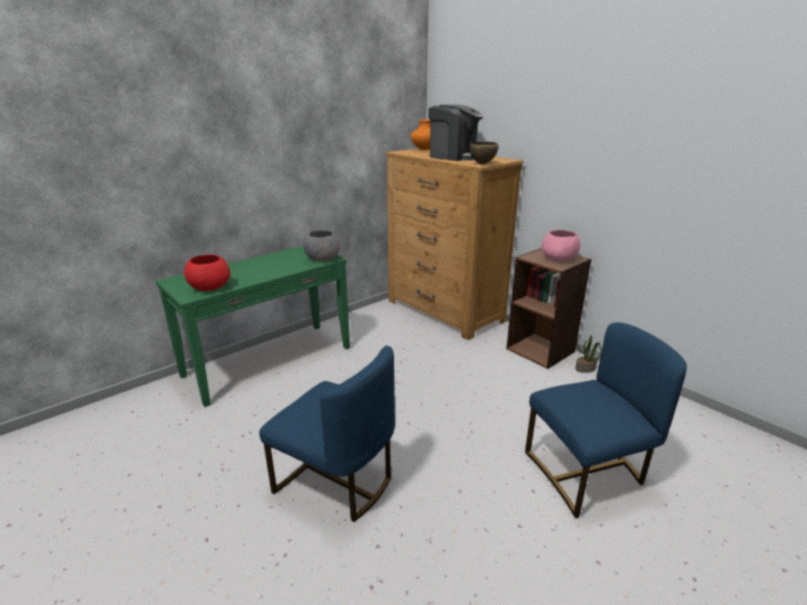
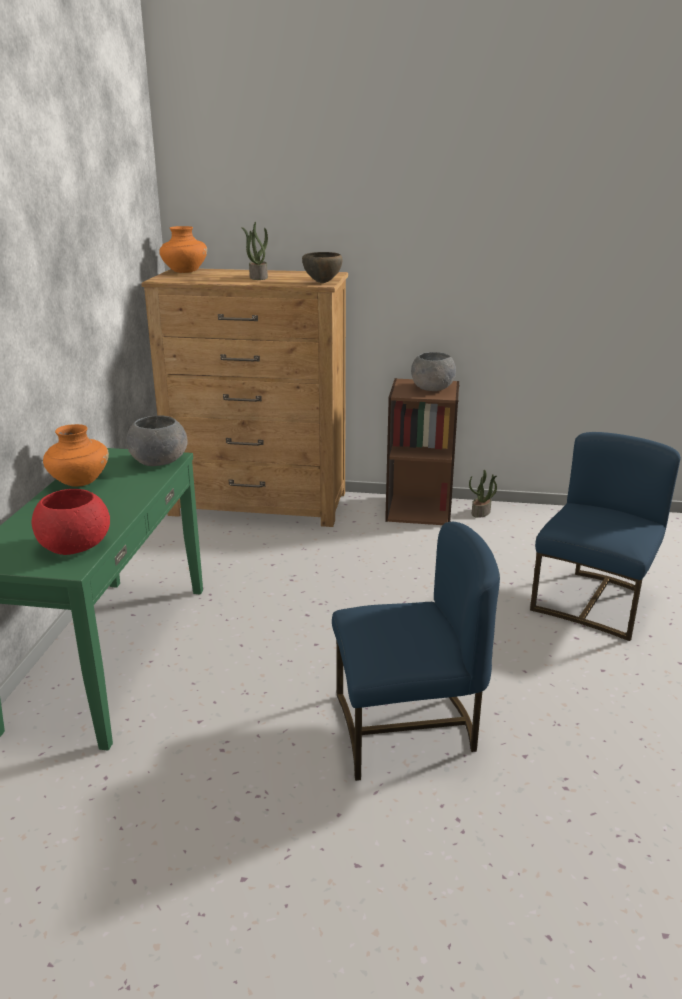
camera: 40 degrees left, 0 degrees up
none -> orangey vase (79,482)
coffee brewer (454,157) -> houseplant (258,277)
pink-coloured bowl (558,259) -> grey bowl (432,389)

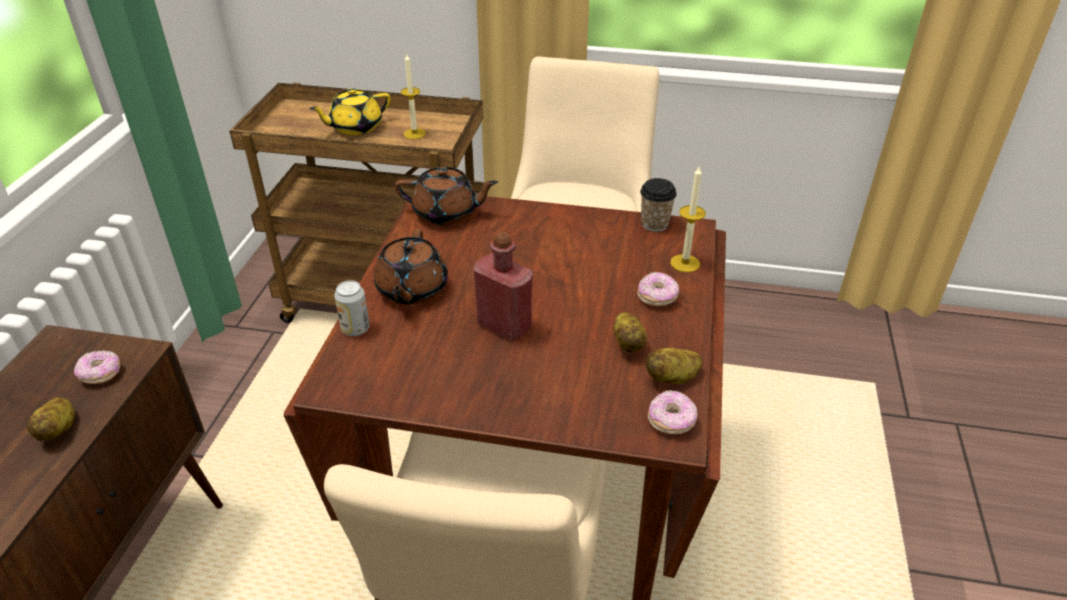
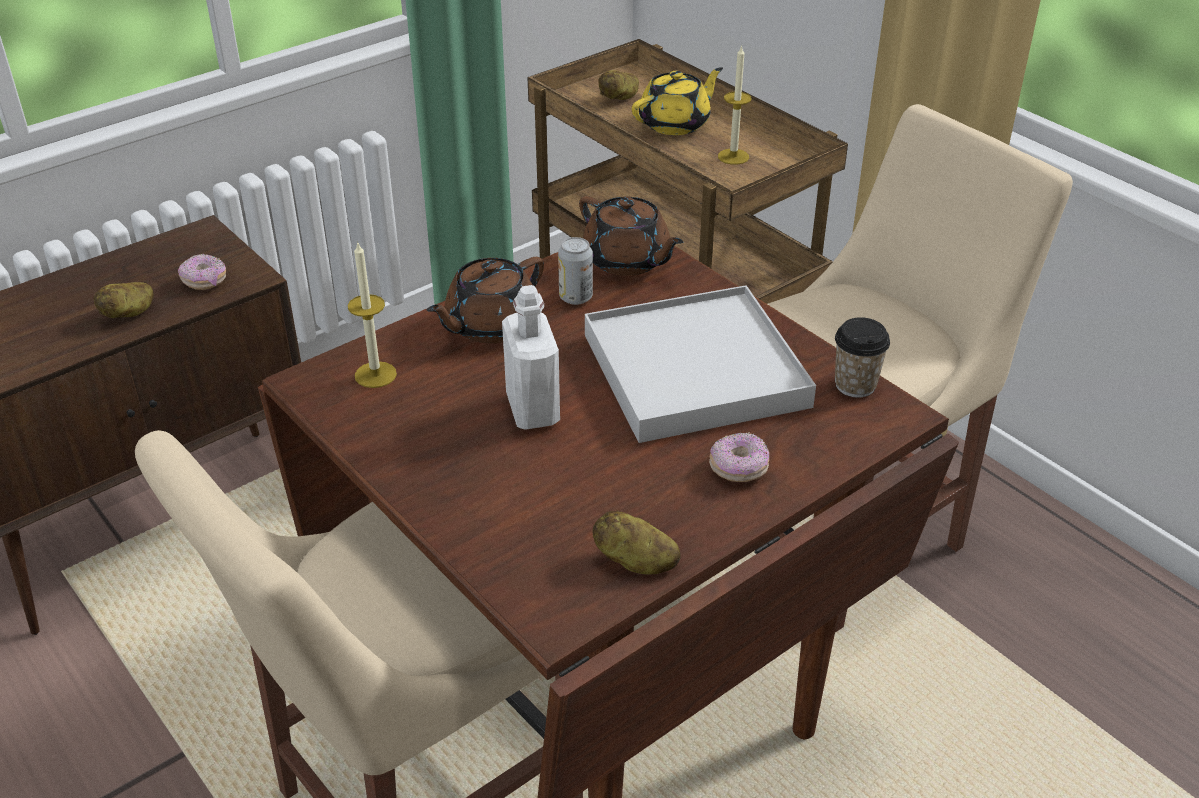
camera: 40 degrees right, 0 degrees up
wax candle (685,263) -> wax candle (375,375), moved
reddish bottle (504,326) -> whitish bottle (532,409)
sealed can (355,329) -> sealed can (576,297), moved
none -> whitish carrying tray (695,370)
spud (629,343) -> spud (620,98), moved
yellow tea pot (355,127) -> yellow tea pot (676,124), 135 degrees clockwise
ring doughnut (671,421) -> none

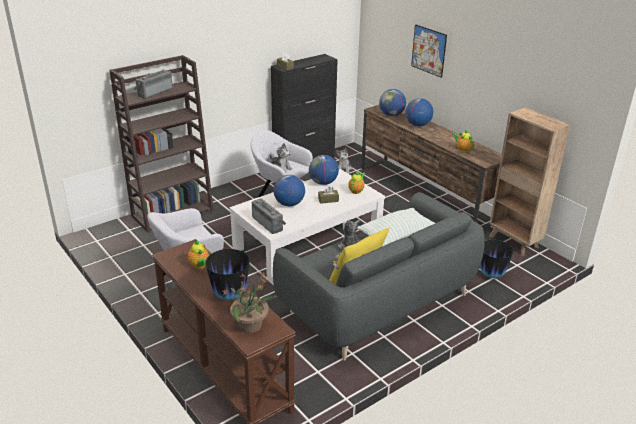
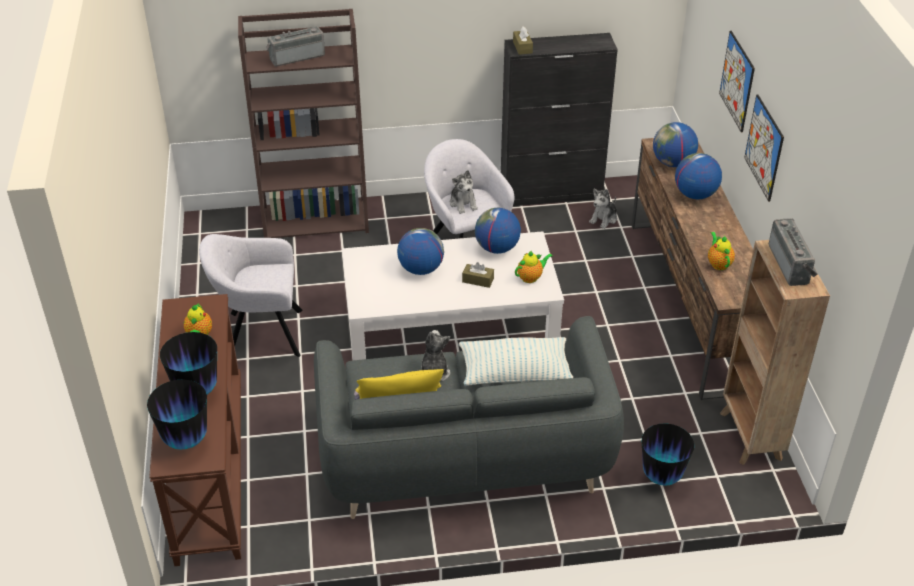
camera: 30 degrees right, 10 degrees up
houseplant (251,325) -> vase (185,440)
none -> picture (764,147)
radio (269,223) -> radio (791,264), moved

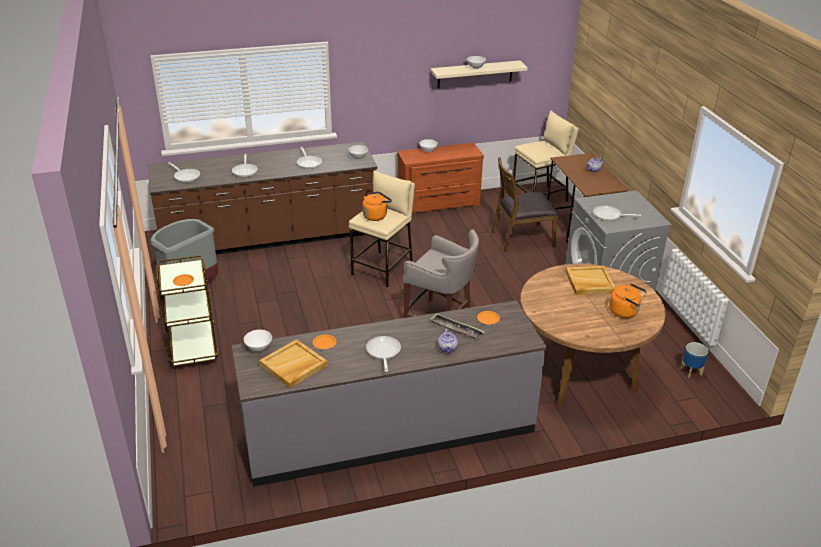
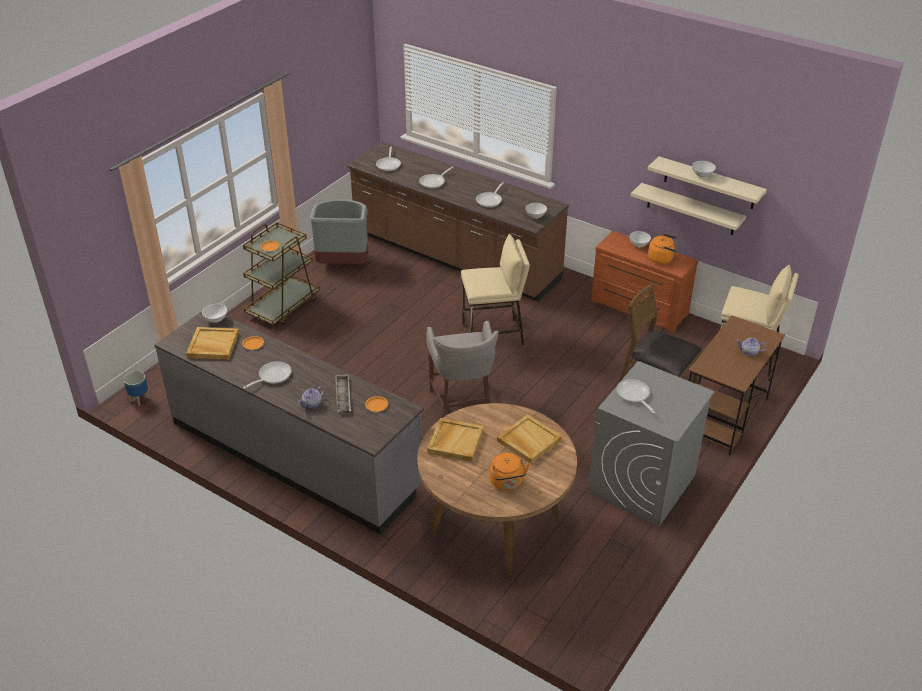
camera: 50 degrees right, 5 degrees up
flower pot (691,371) -> flower pot (140,399), moved
none -> beige carrying tray (455,441)
none -> beige wall shelf (691,209)
orangey water kettle (376,215) -> orangey water kettle (662,259), moved

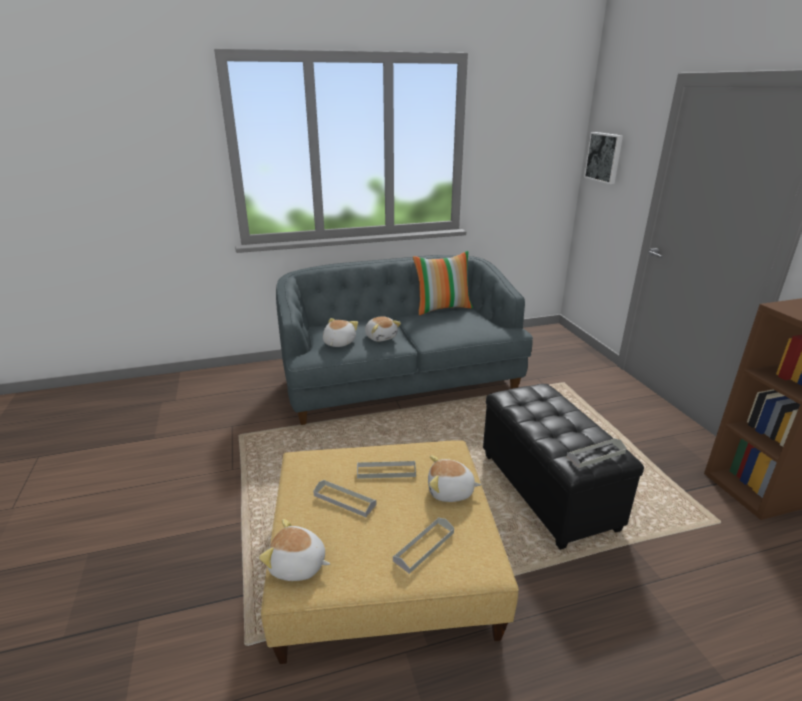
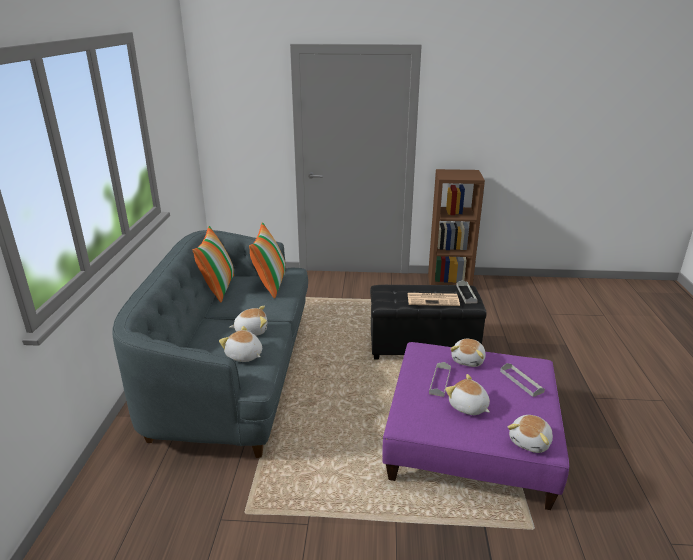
camera: 70 degrees left, 0 degrees up
none -> cushion (270,284)
beige pouffe (384,564) -> purplish pouffe (470,439)
none -> printed paper (433,299)
grey carrying tray (344,500) -> soft toy (468,407)
picture (604,157) -> none

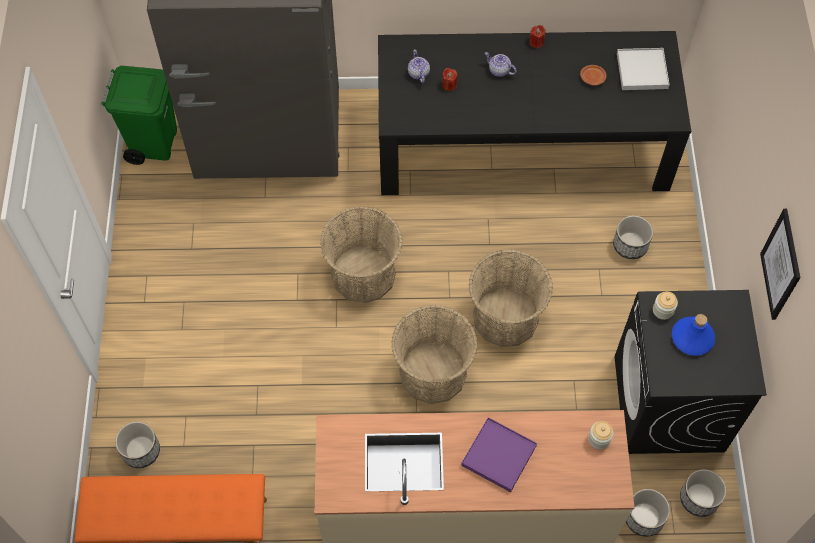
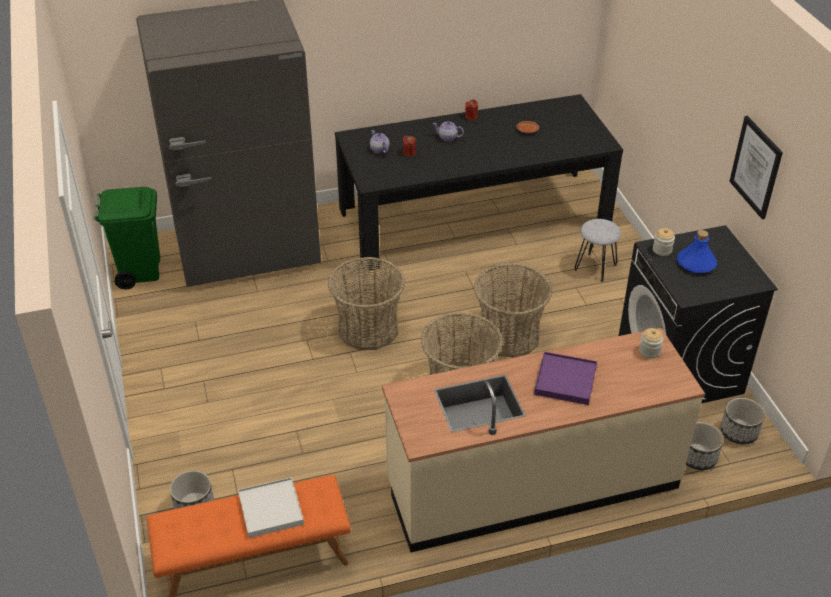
camera: 15 degrees left, 20 degrees down
whitish carrying tray (642,71) -> whitish carrying tray (271,509), moved
flower pot (630,245) -> grey stool seat (595,267)

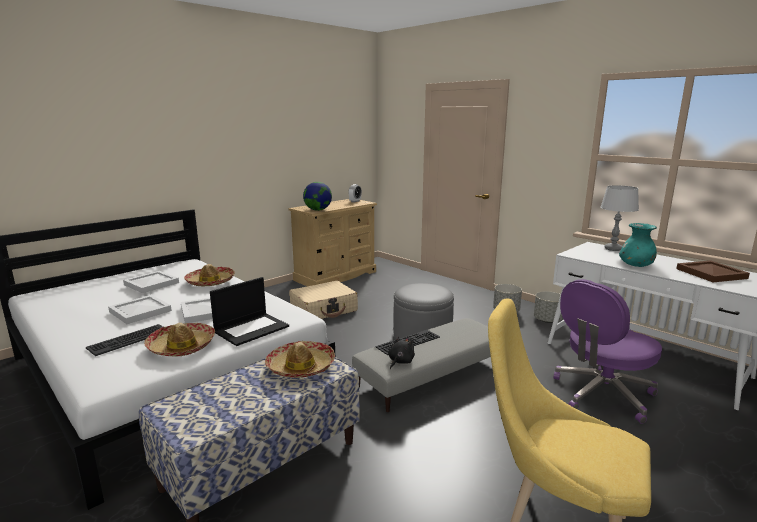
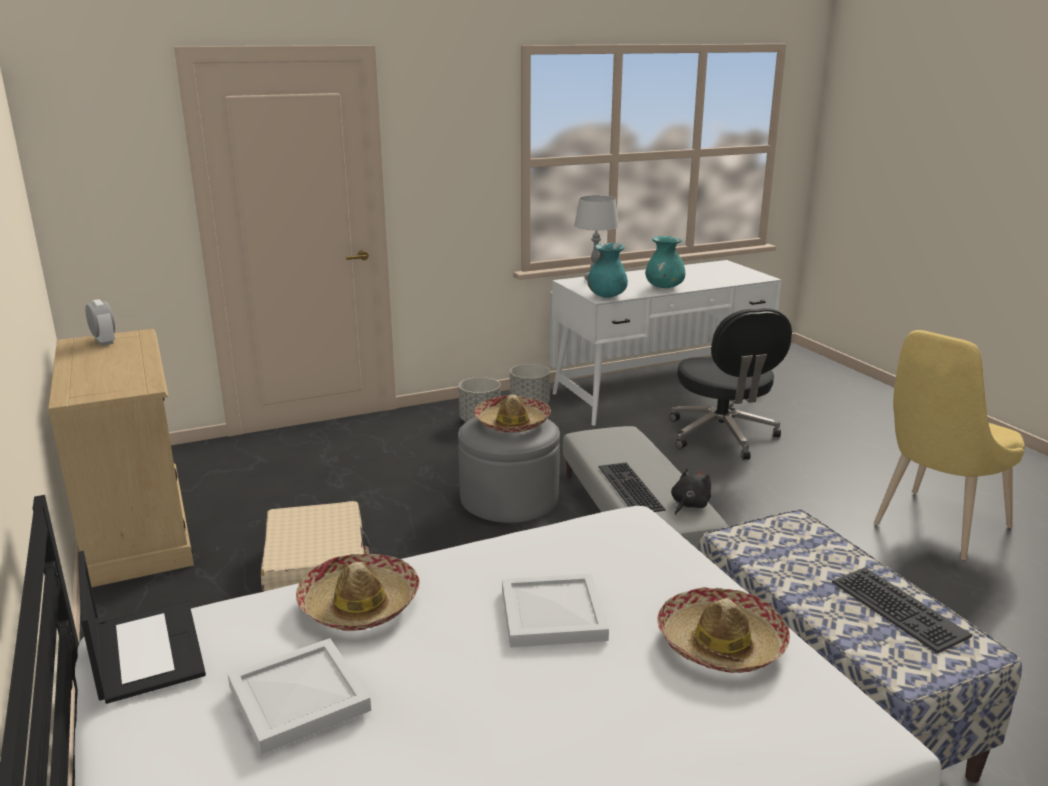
camera: 70 degrees left, 5 degrees up
laptop (252,329) -> laptop (146,650), moved
wearable hat (301,367) -> wearable hat (512,423), moved
none -> turquoise-coloured vase (607,296)
purplish desk chair (602,394) -> black-coloured desk chair (722,436)
black-coloured soft toy (400,362) -> black-coloured soft toy (689,505), 75 degrees clockwise
PC keyboard (129,340) -> PC keyboard (897,609), moved
whitish carrying tray (139,311) -> none
globe (318,210) -> none
brown carrying tray (711,273) -> none

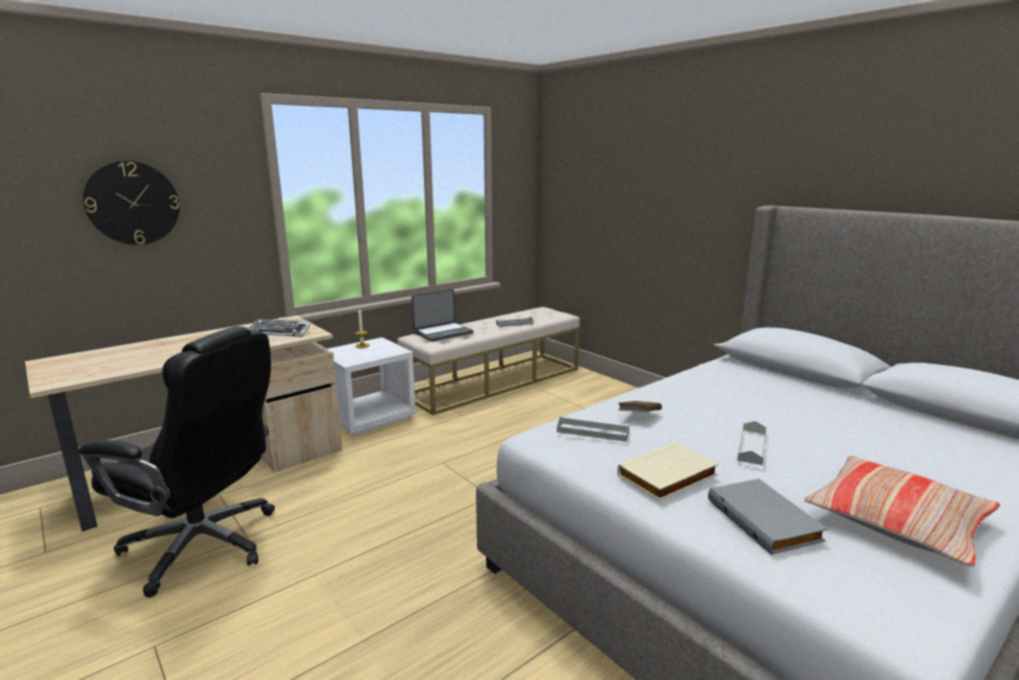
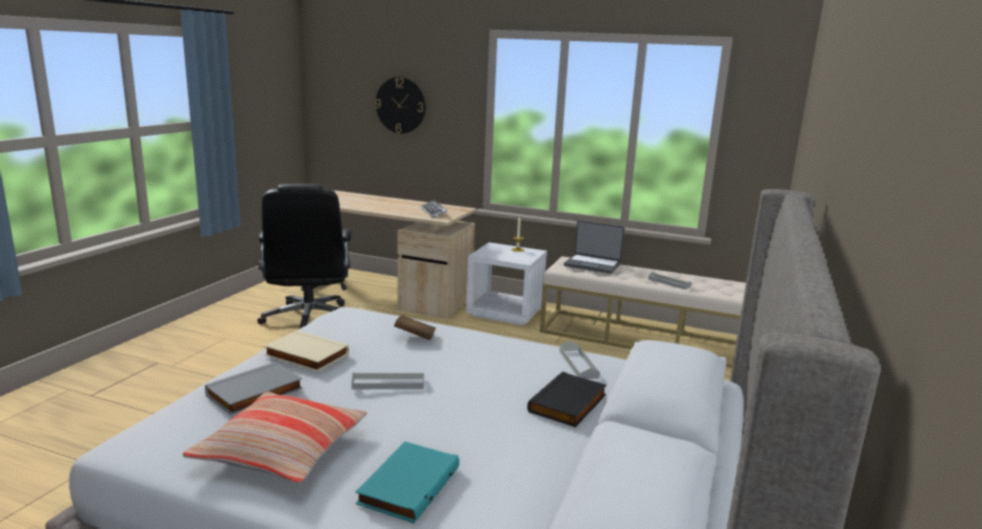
camera: 60 degrees right, 0 degrees up
none -> turquoise-coloured book (407,485)
none -> black-coloured book (569,404)
grey carrying tray (592,432) -> grey carrying tray (578,364), moved

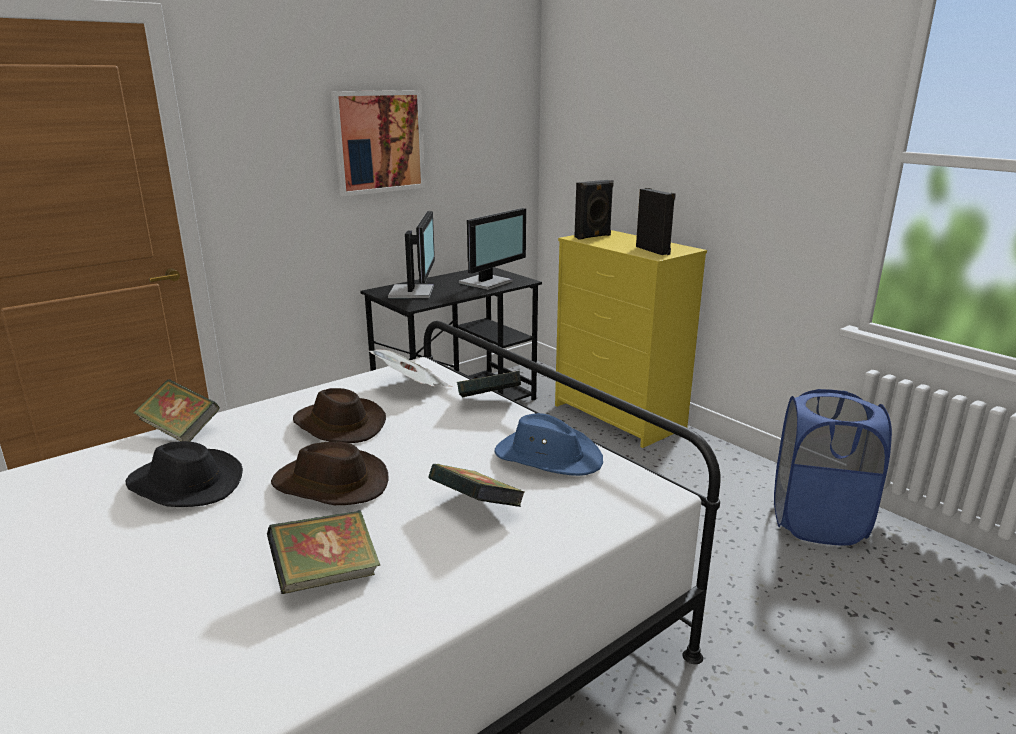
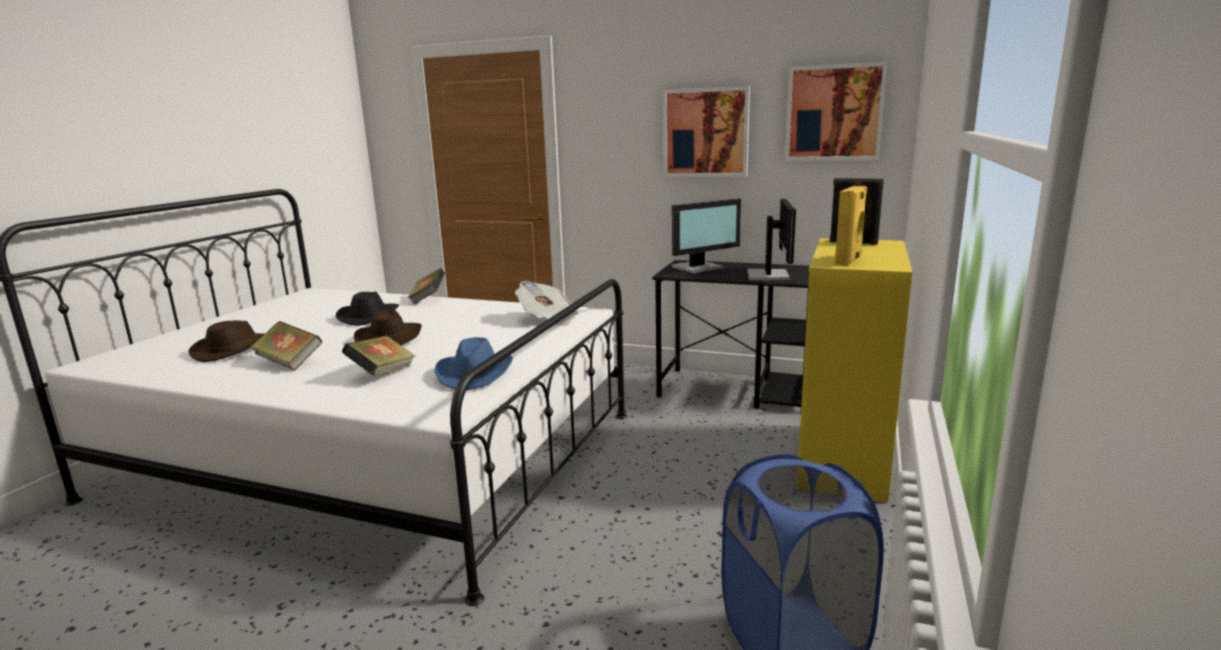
camera: 60 degrees right, 5 degrees down
brown wearable hat (338,425) -> brown wearable hat (233,349), moved
computer screen (488,282) -> computer screen (770,275), 90 degrees counterclockwise
none -> picture (834,113)
black-coloured audio speaker (653,250) -> yellow audio speaker (849,260)
book (489,403) -> none

